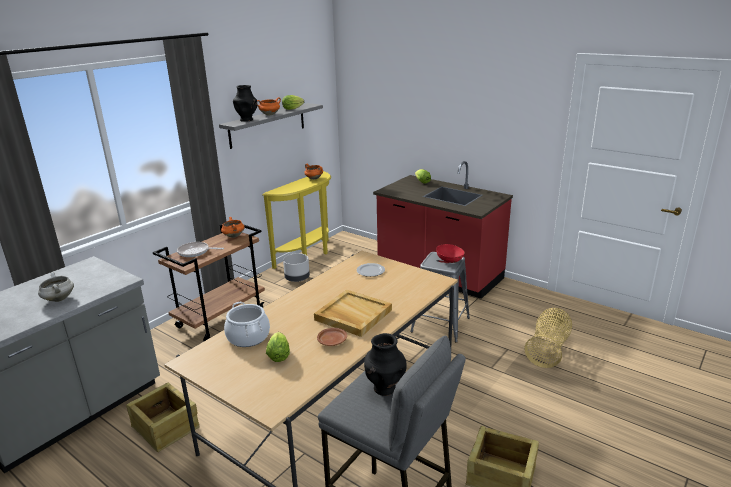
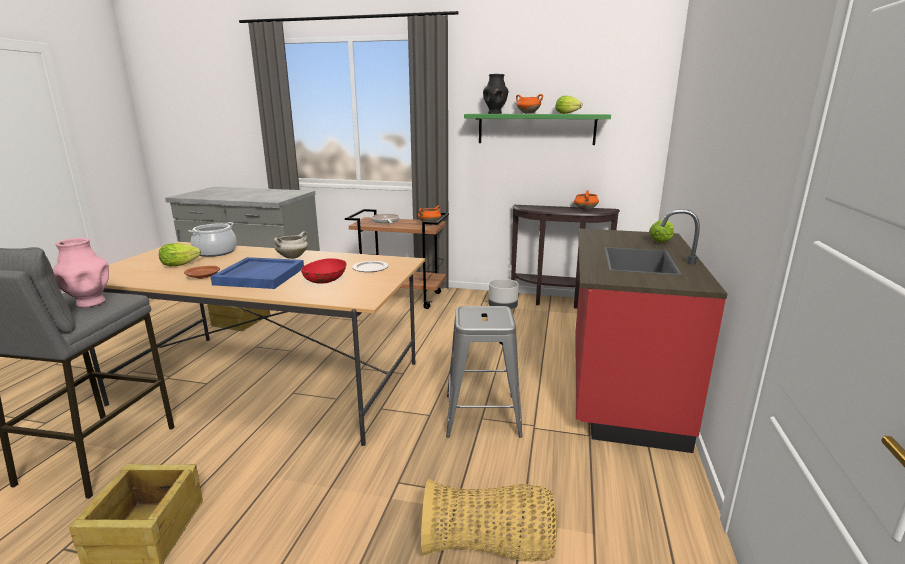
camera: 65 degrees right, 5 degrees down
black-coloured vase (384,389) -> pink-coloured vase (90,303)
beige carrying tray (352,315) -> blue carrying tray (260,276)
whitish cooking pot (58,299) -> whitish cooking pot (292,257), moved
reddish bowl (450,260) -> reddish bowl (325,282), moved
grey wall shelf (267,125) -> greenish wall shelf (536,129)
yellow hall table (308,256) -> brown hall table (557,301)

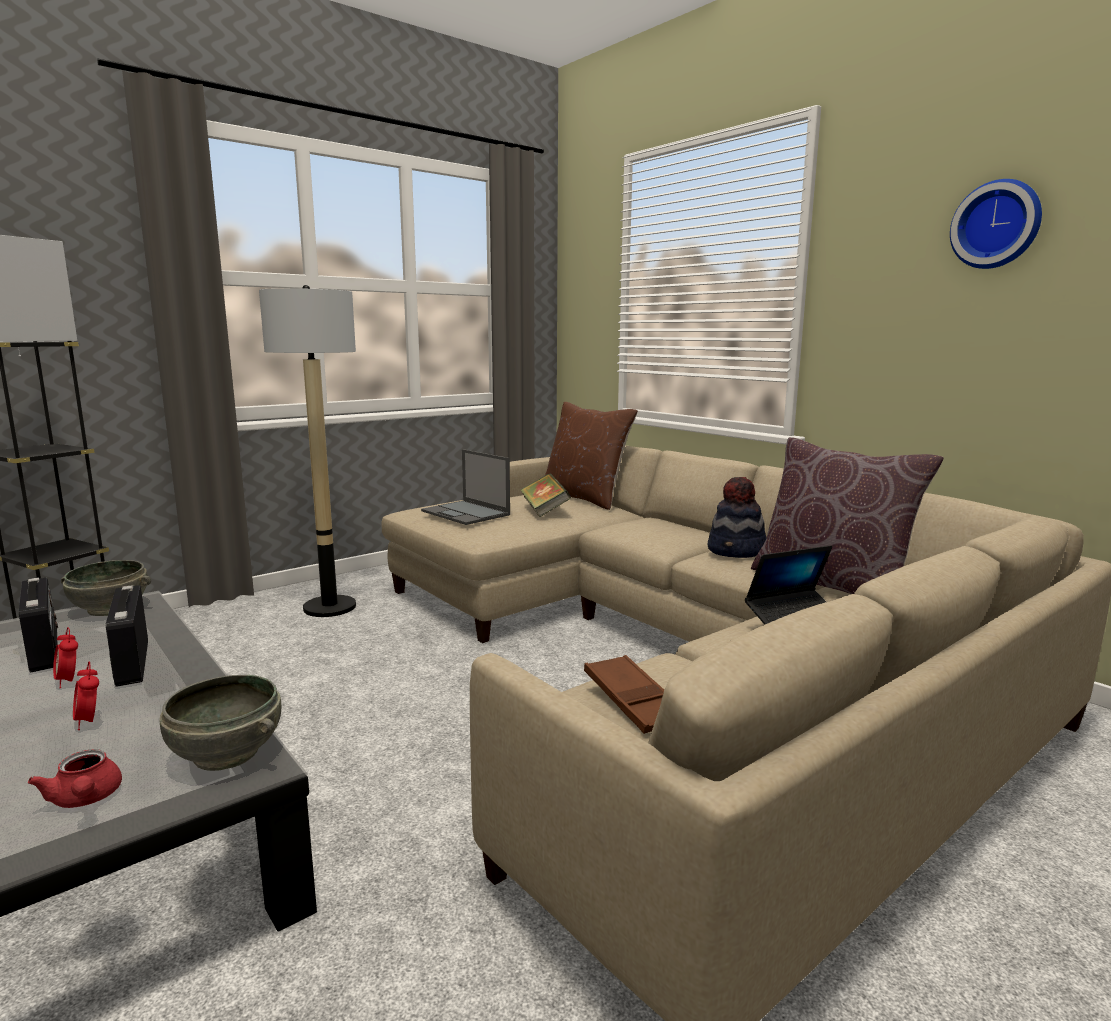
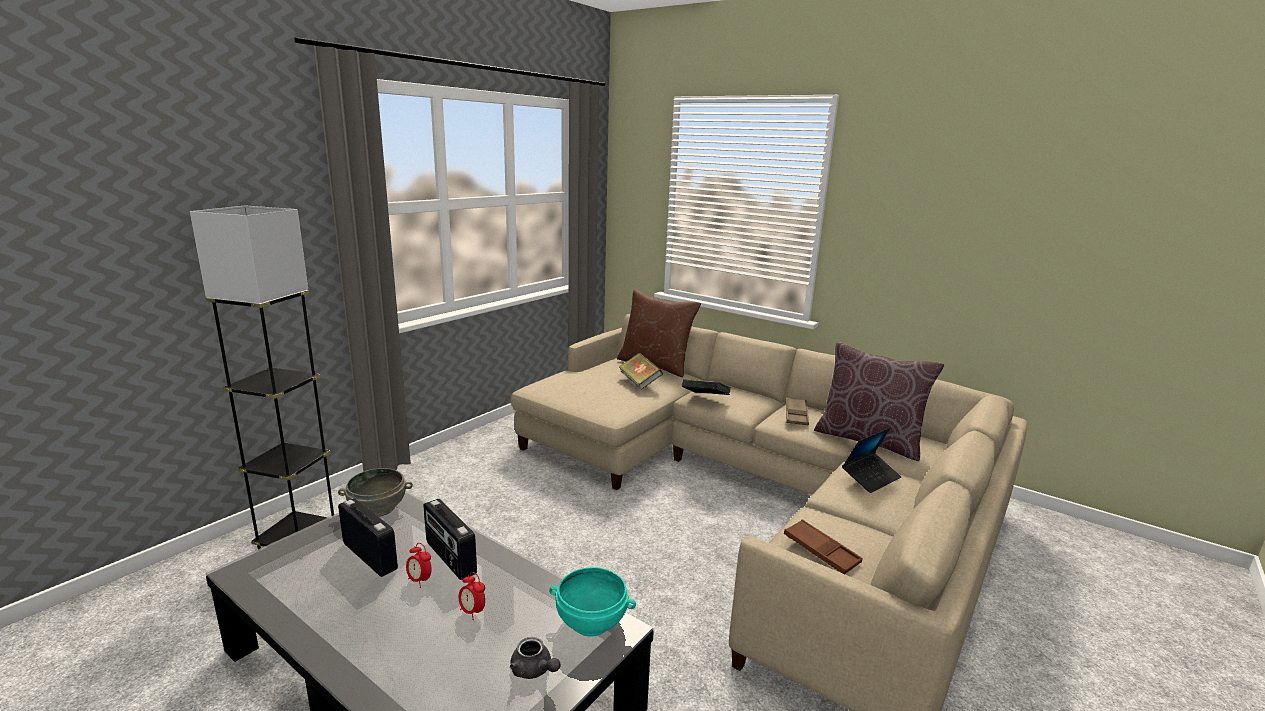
camera: 15 degrees left, 5 degrees up
reddish tea pot (85,799) -> grey tea pot (534,670)
grey bowl (225,754) -> turquoise-coloured bowl (591,622)
none -> book (705,399)
wearable hat (737,551) -> brown carrying tray (796,415)
floor lamp (330,607) -> none
laptop (466,513) -> none
hanging clock (997,225) -> none

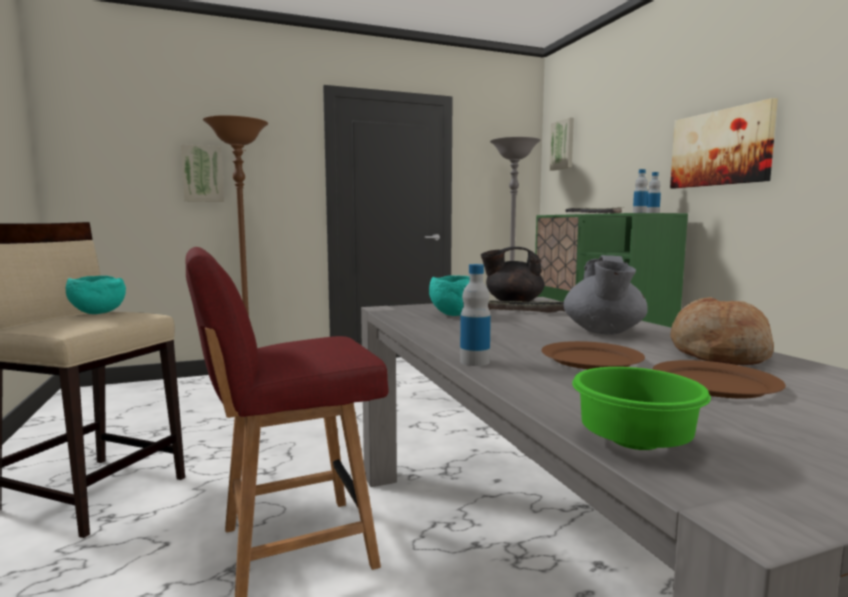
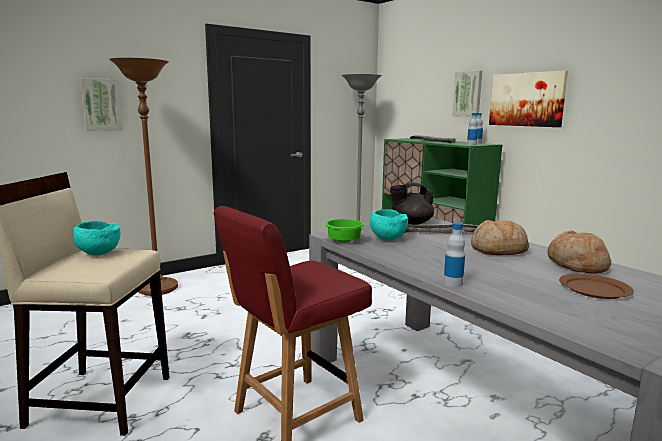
camera: 15 degrees left, 5 degrees up
greenish bowl (639,443) -> greenish bowl (345,241), moved
picture (563,145) -> picture (468,94), moved
grey tea pot (603,332) -> bread (498,250)
brown plate (591,359) -> none

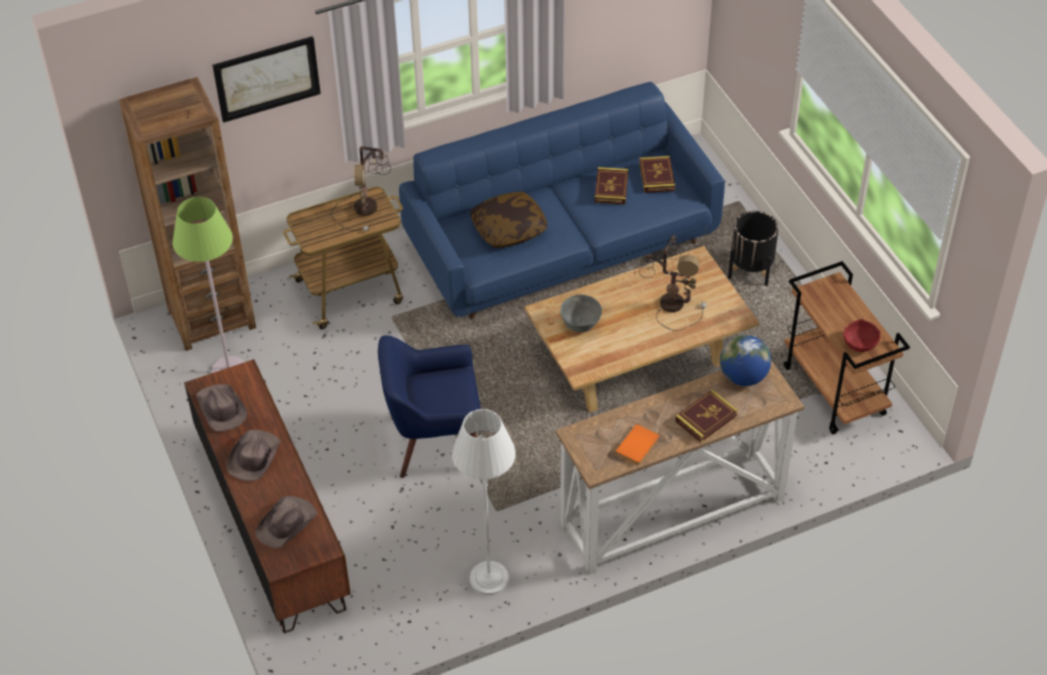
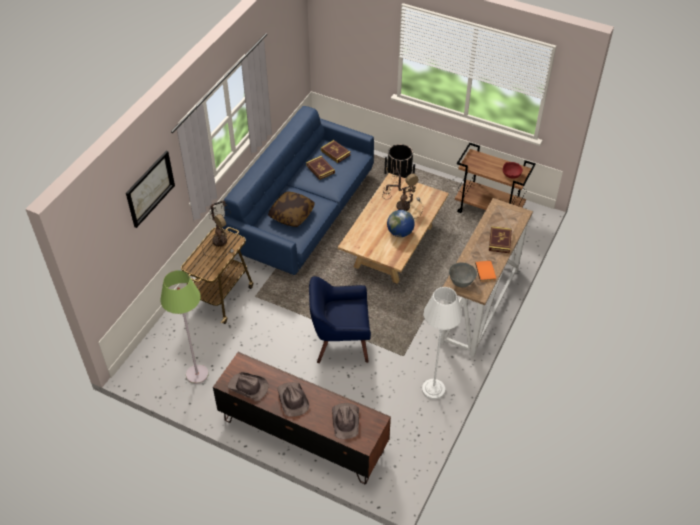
camera: 40 degrees left, 0 degrees up
blue armchair (435,441) -> blue armchair (340,342), 45 degrees clockwise
globe (743,377) -> globe (400,232), moved
grey bowl (580,325) -> grey bowl (461,282), moved
brown bookcase (211,318) -> none

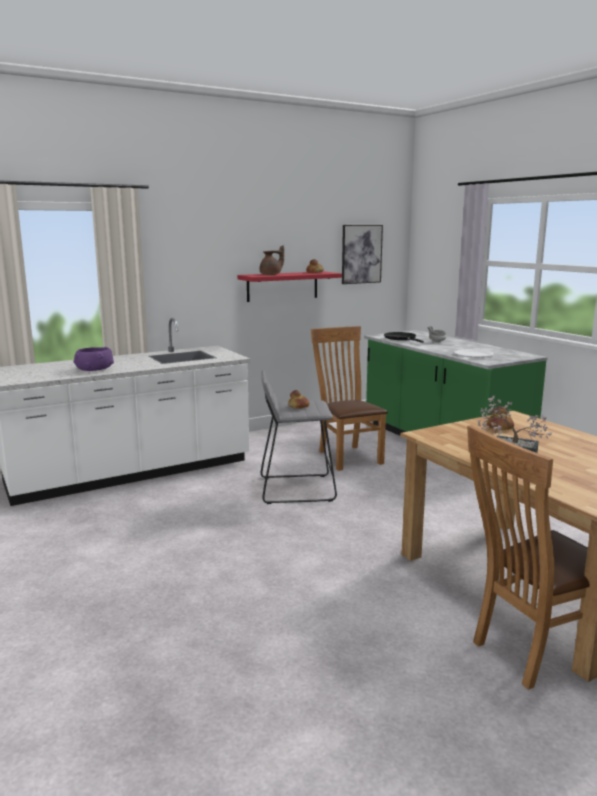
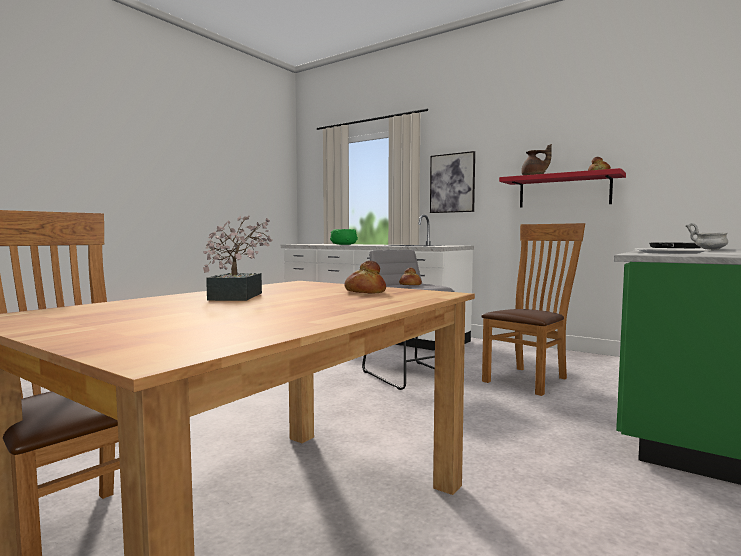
camera: 65 degrees right, 10 degrees down
purplish bowl (94,369) -> greenish bowl (343,244)
picture (361,254) -> picture (452,183), moved

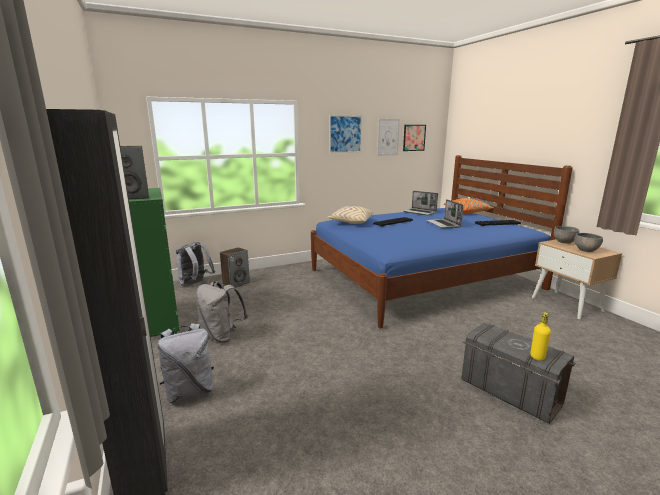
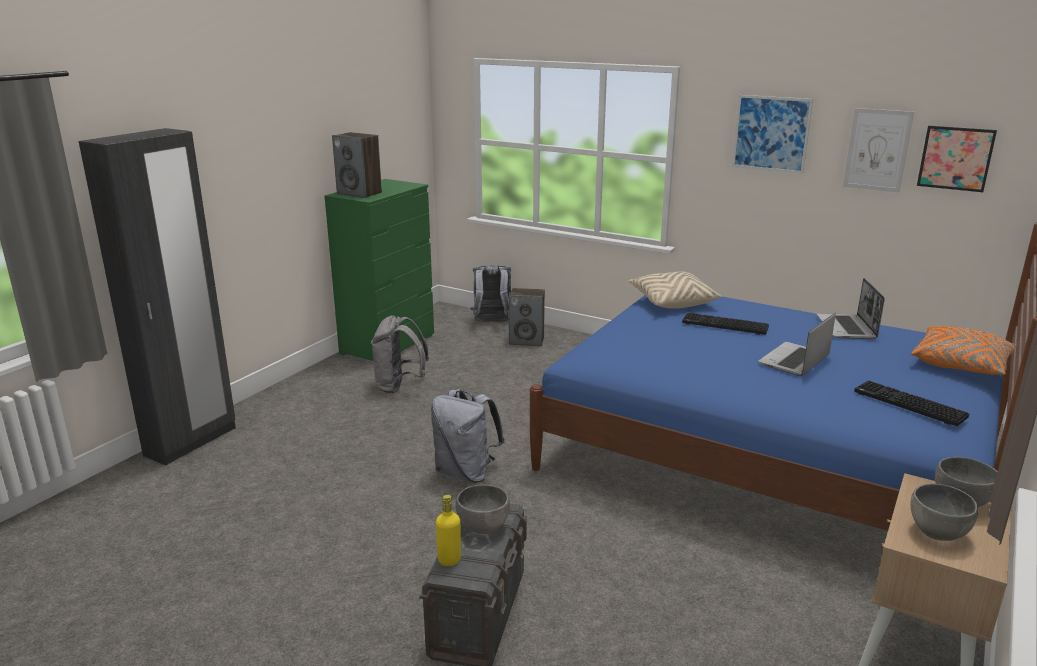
camera: 55 degrees right, 5 degrees up
grey knapsack (190,392) -> grey knapsack (466,472), moved
none -> grey bowl (484,527)

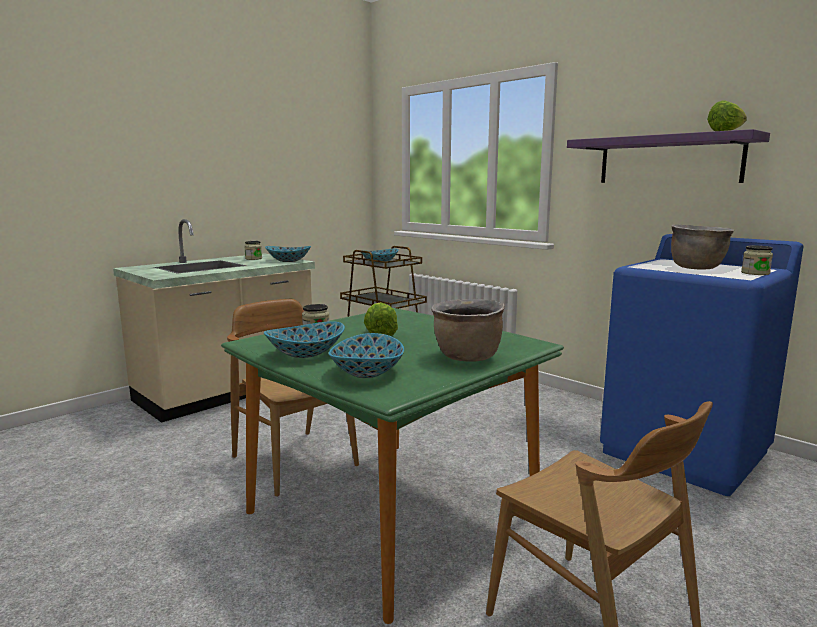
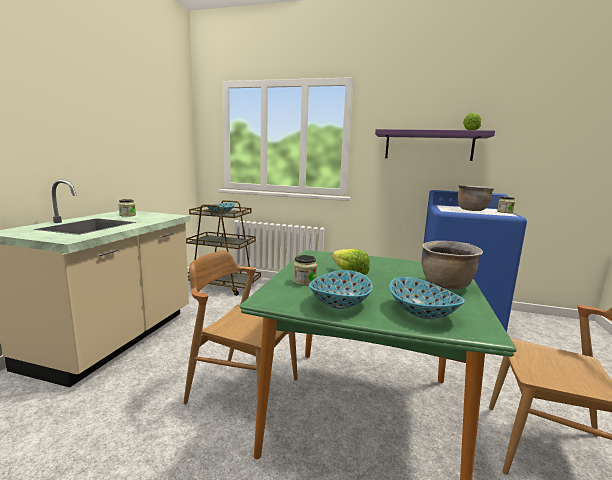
camera: 30 degrees left, 0 degrees up
bowl (288,261) -> none

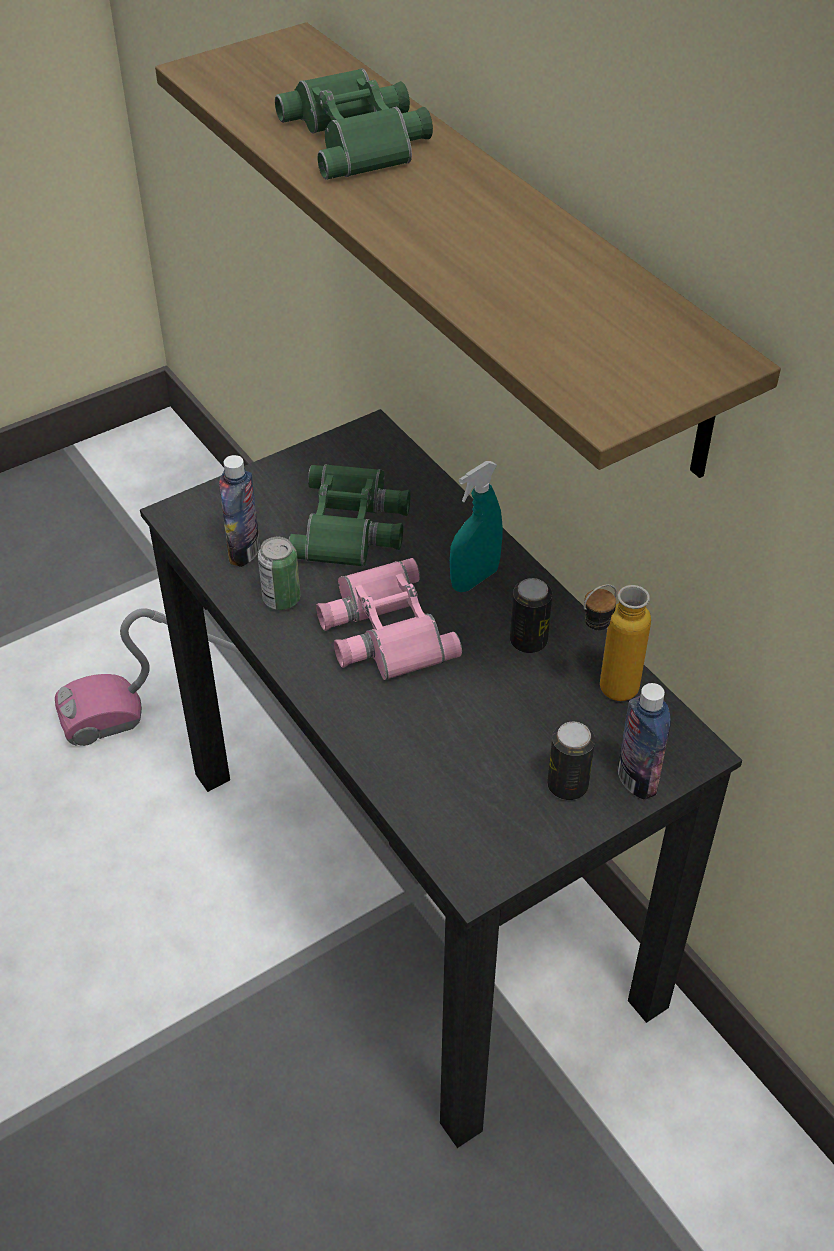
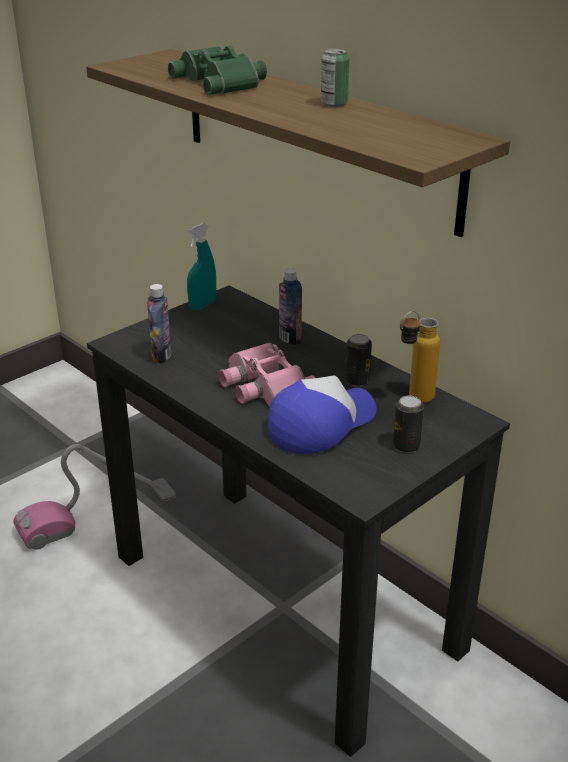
camera: 10 degrees left, 15 degrees down
turquoise-coloured hand sprayer (474,579) -> turquoise-coloured hand sprayer (202,305), moved
none -> baseball cap (321,424)
bottle (637,780) -> bottle (290,339), moved
sealed can (281,599) -> sealed can (334,104), moved
greenish pair of binoculars (353,525) -> none

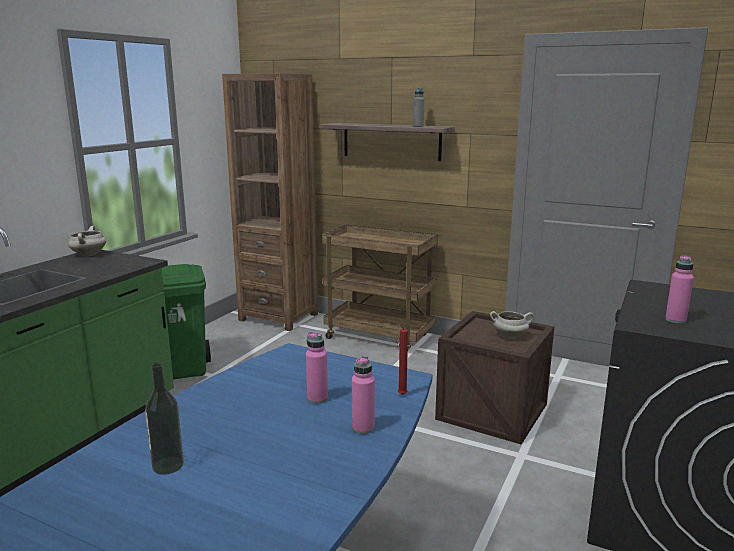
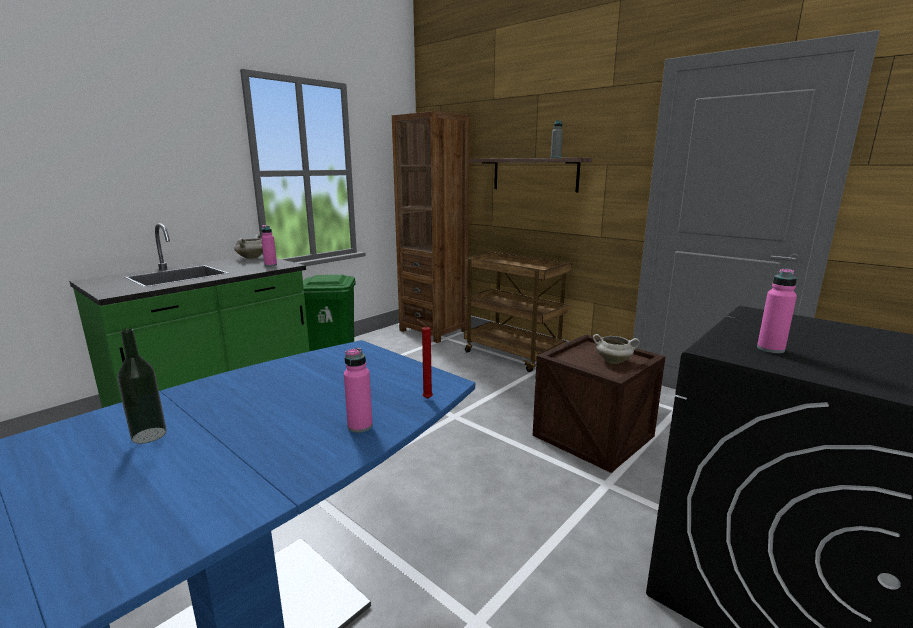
camera: 15 degrees right, 0 degrees up
pink-coloured bottle (317,398) -> pink-coloured bottle (270,265), moved

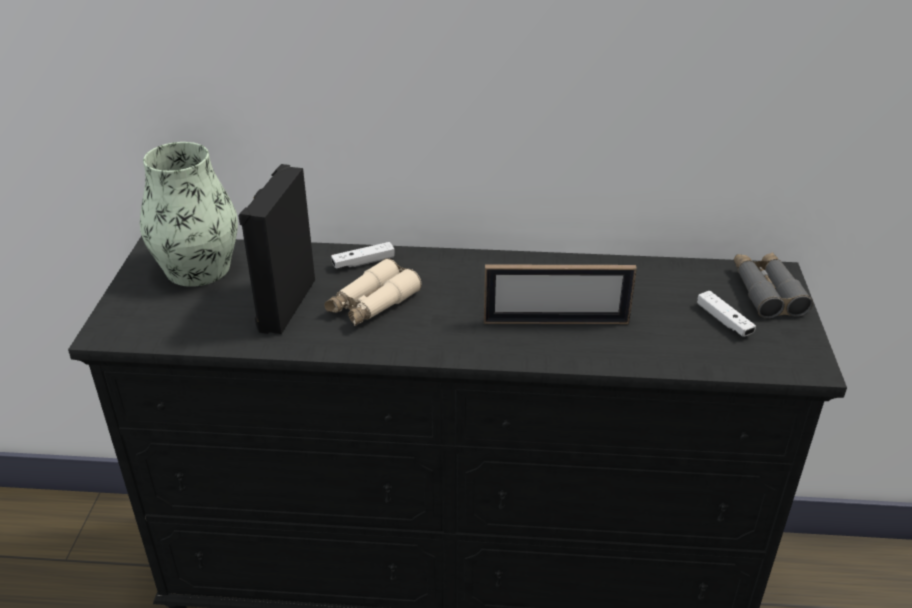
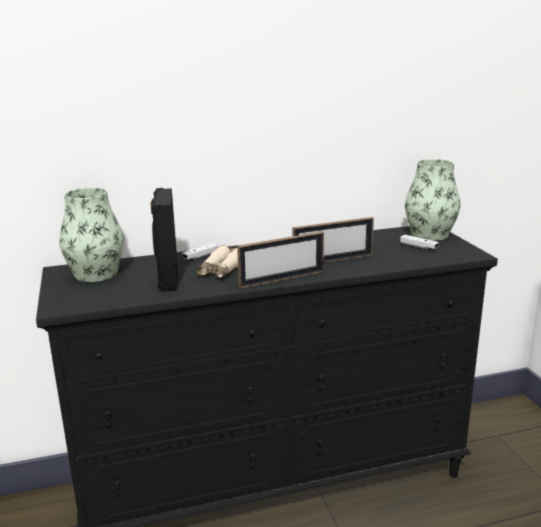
camera: 20 degrees left, 15 degrees down
none -> photo frame (282,279)
grey pair of binoculars (766,292) -> vase (429,234)

